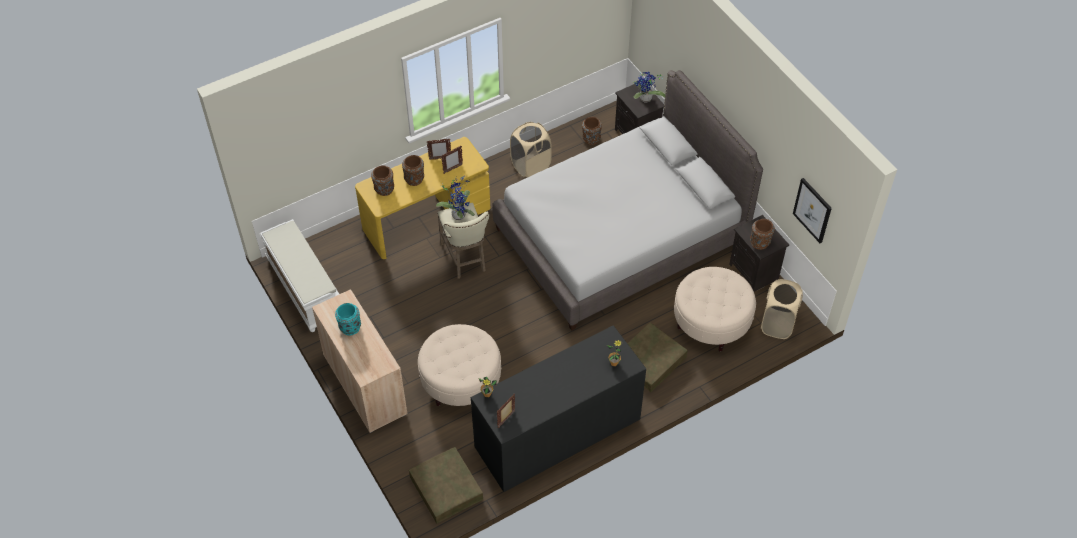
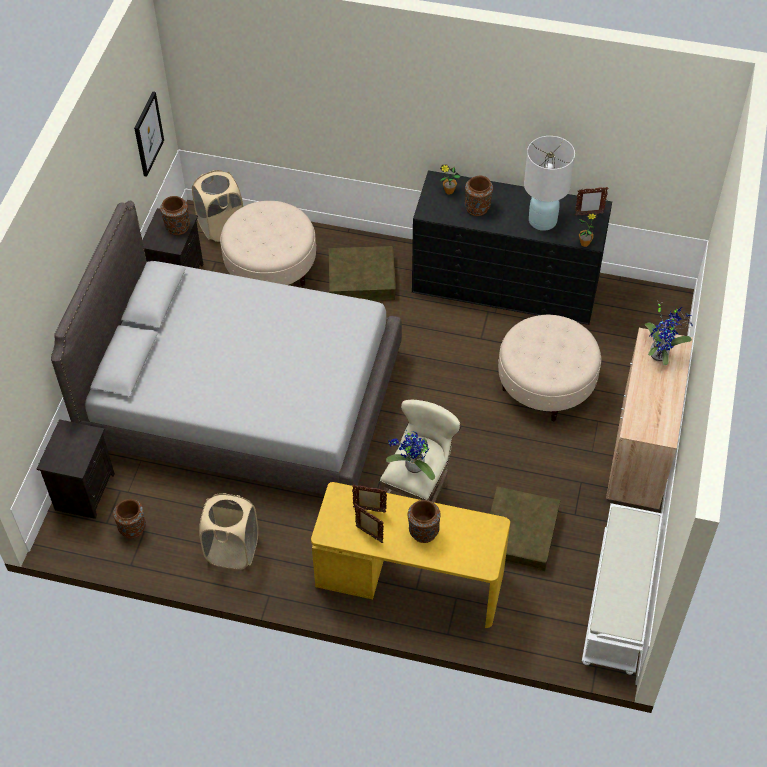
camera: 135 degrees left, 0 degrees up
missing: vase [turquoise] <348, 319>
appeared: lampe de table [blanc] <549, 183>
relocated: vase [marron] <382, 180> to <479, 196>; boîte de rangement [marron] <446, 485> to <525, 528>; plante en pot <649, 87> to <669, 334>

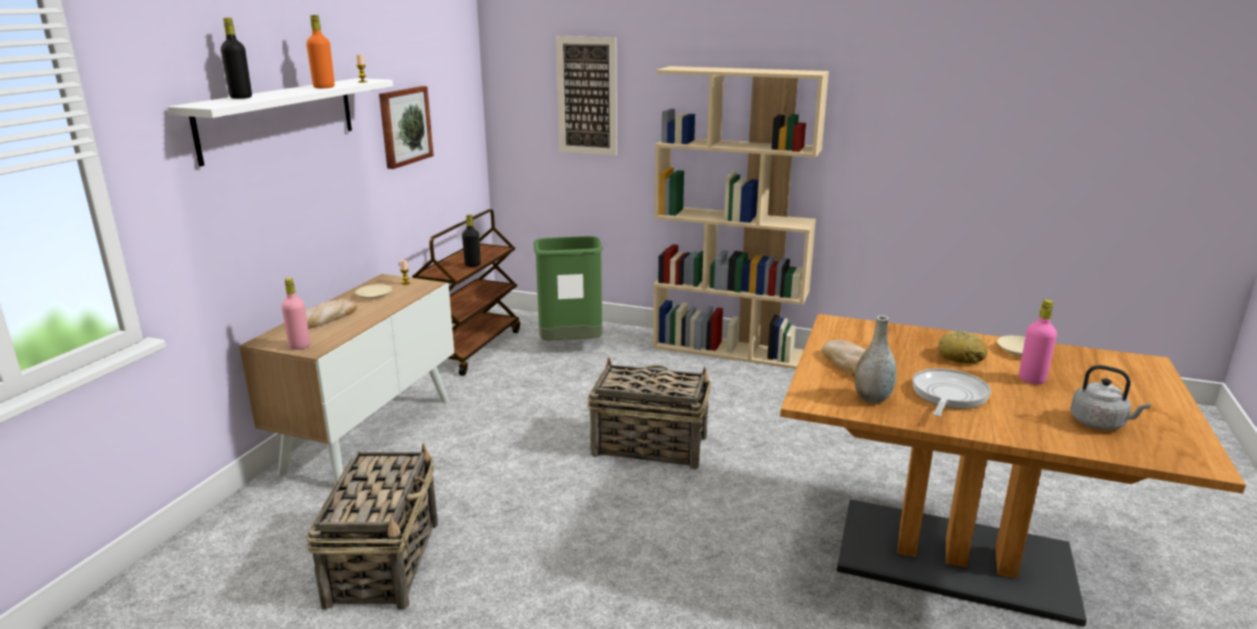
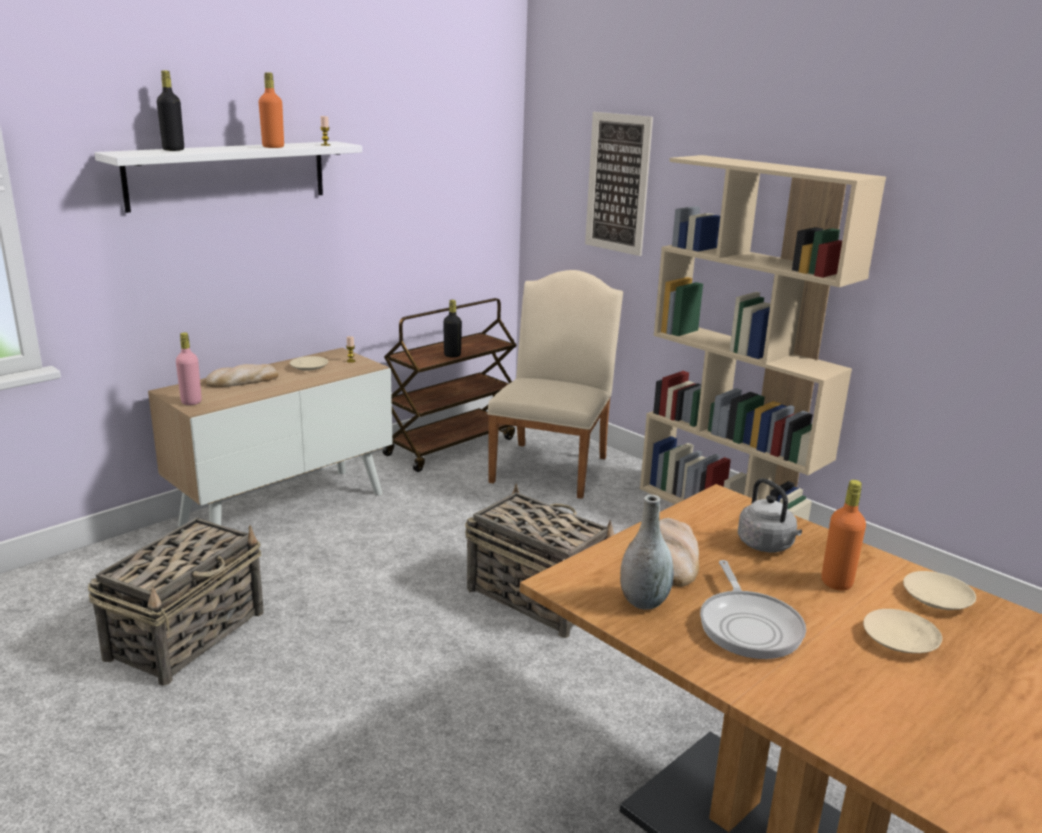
camera: 25 degrees right, 0 degrees up
missing: tableau <406, 127>
relocated: bouilloire [gris] <1111, 397> to <770, 515>
exchanged: poubelle [vert] <568, 288> to chaise [beige] <555, 384>; pain <963, 346> to bouteille [orange] <844, 535>; bouteille [rose] <1038, 342> to assiette [beige] <902, 631>
spun: poêle <951, 392> = <753, 609> 120 degrees clockwise

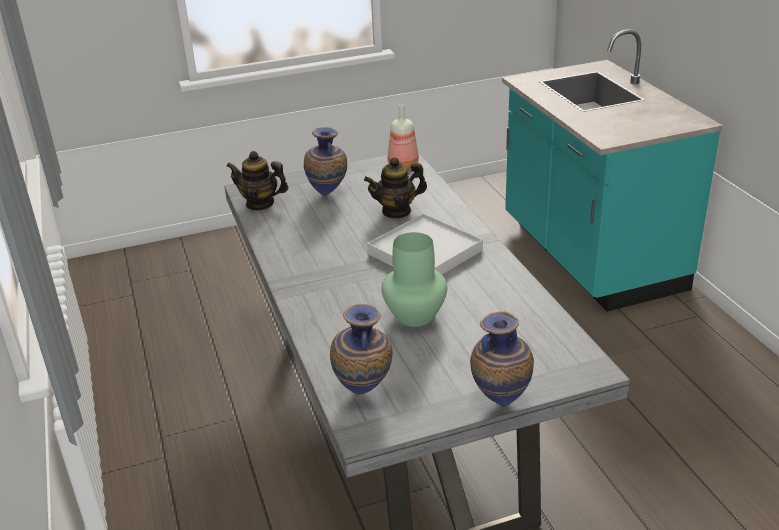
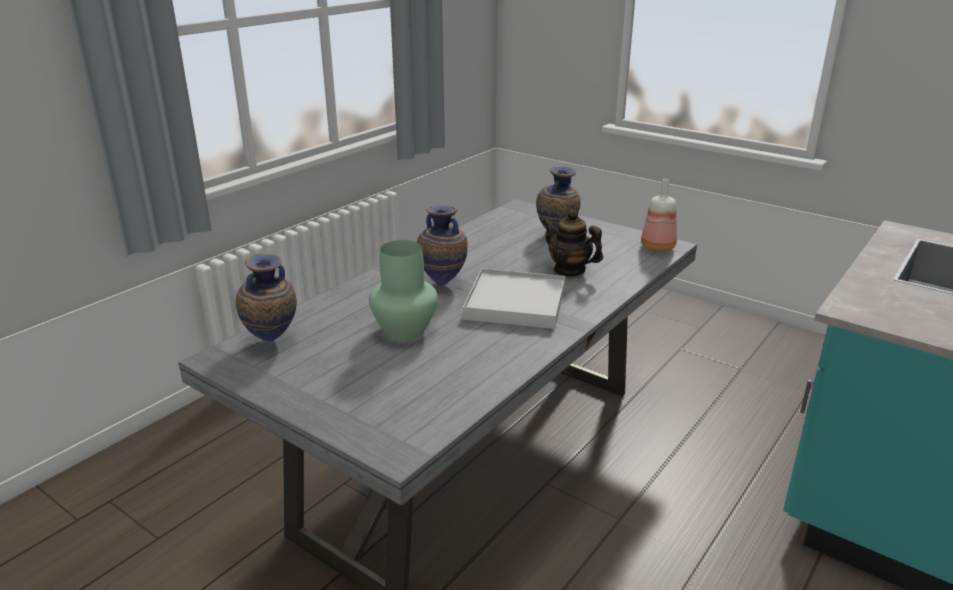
camera: 55 degrees right, 5 degrees down
missing: théière <257, 180>
relocated: vase <502, 359> to <442, 245>

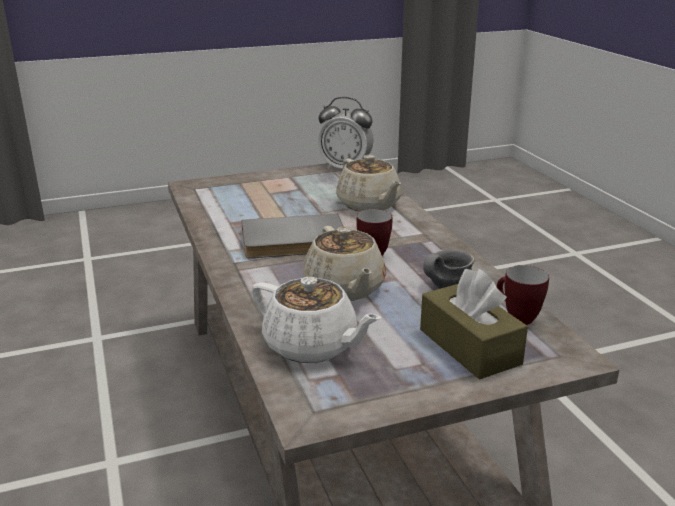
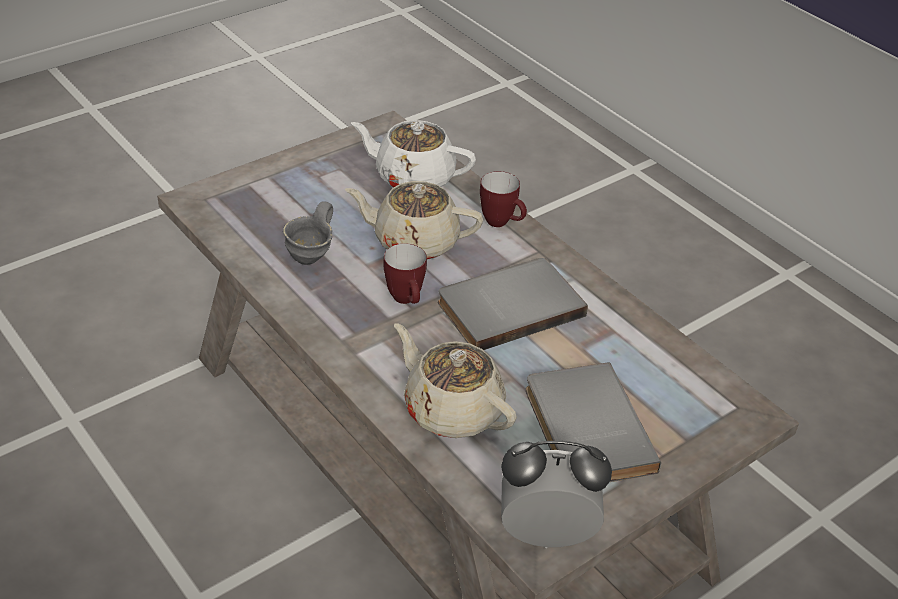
camera: 160 degrees right, 15 degrees up
missing: boîte à mouchoirs [marron] <474, 324>
appeared: livre [gris] <593, 422>
relocated: mug <523, 295> to <503, 199>
spun: théière [beige] <344, 263> = <414, 220> 45 degrees counterclockwise

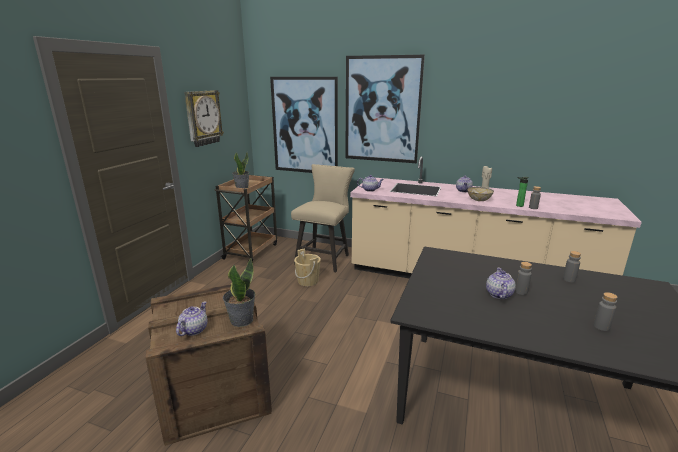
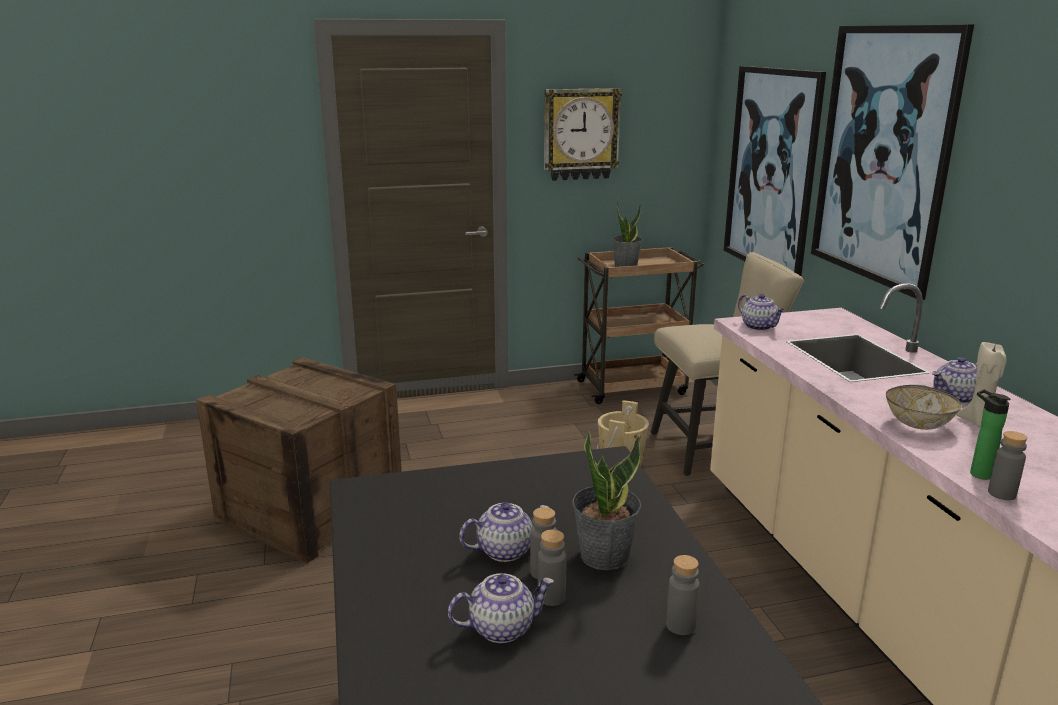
camera: 55 degrees right, 0 degrees up
relocated: théière <192, 318> to <501, 608>; plante en pot <239, 292> to <606, 500>; bouteille [gris] <606, 311> to <552, 567>

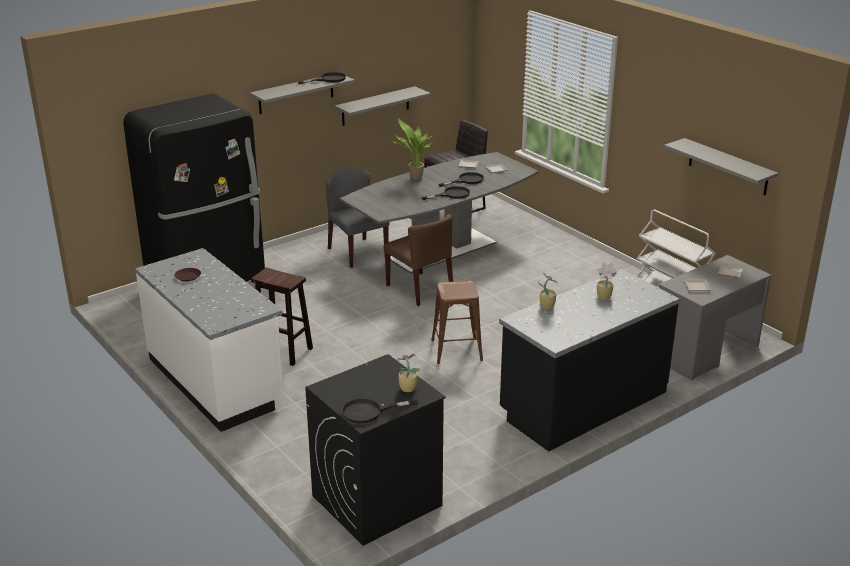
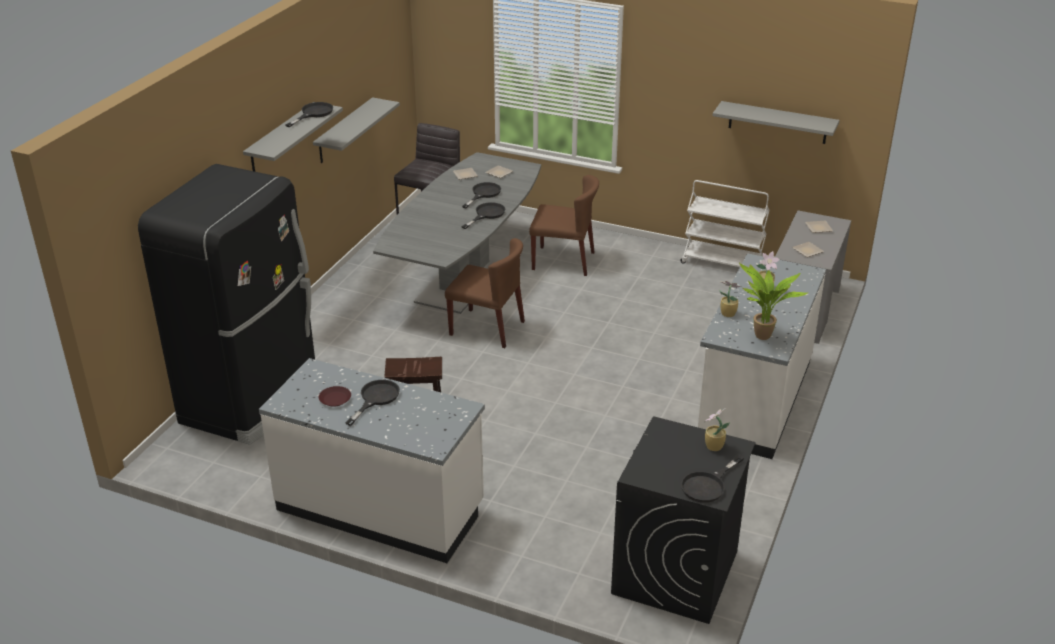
camera: 30 degrees left, 5 degrees up
missing: chaise [gris] <358, 218>; tabouret [marron] <457, 322>
appeared: poêle [noir] <372, 403>; chaise [marron] <564, 225>
relocated: plante en pot <412, 149> to <774, 301>
colour: comptoir de cuisine [noir] <589, 360> to comptoir de cuisine [blanc] <762, 356>

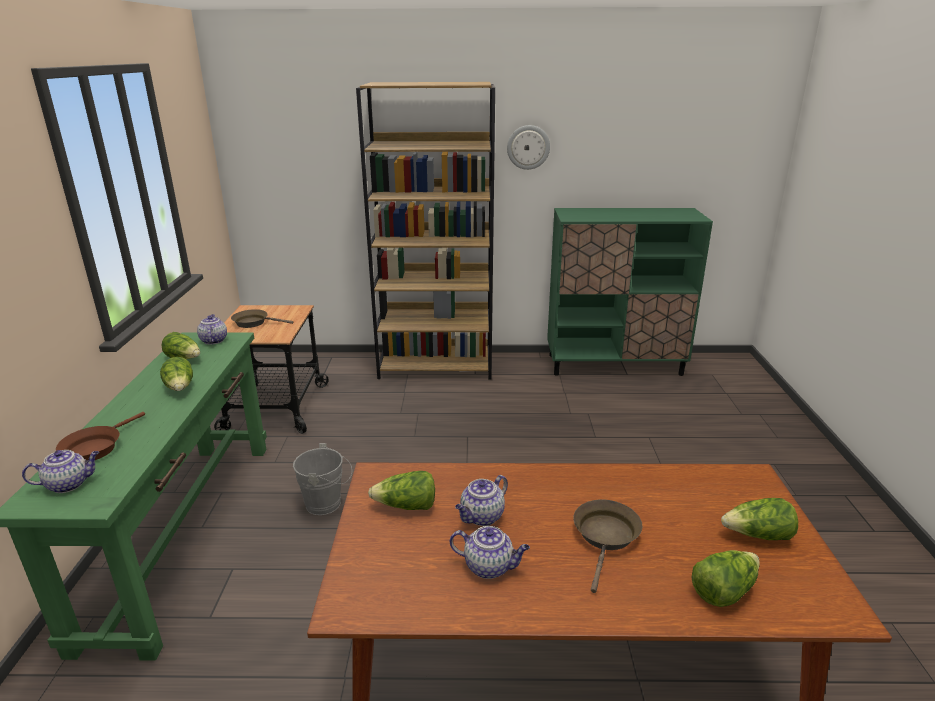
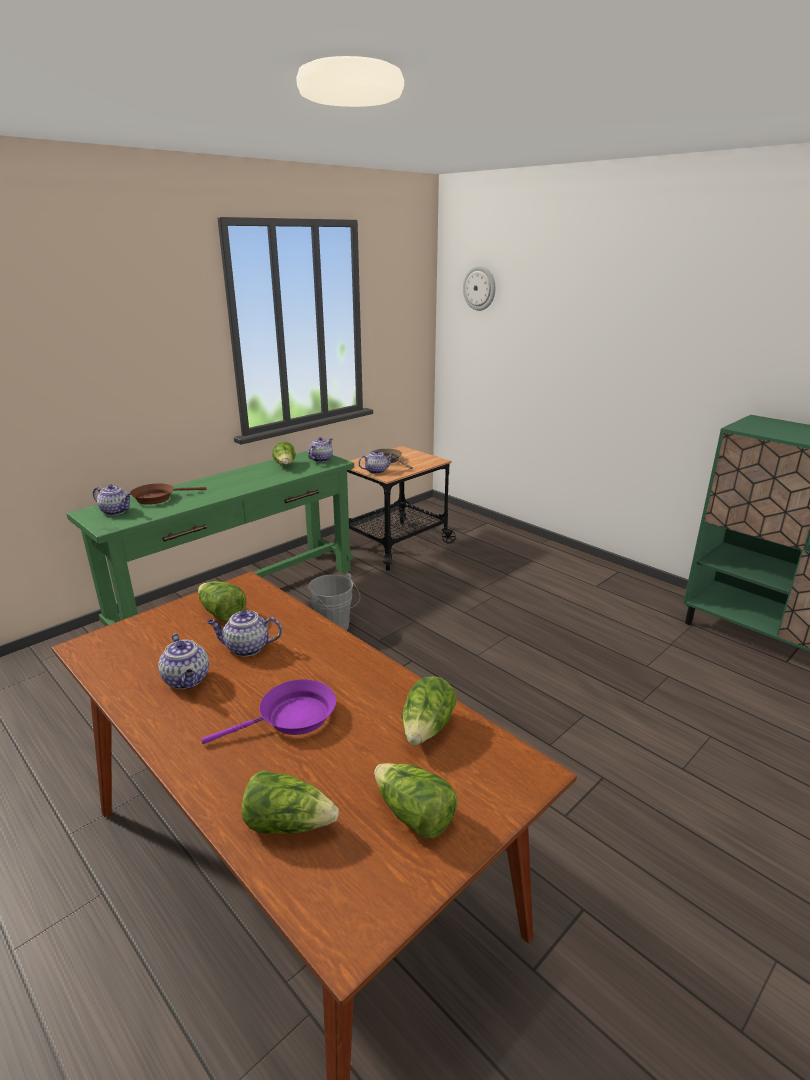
camera: 45 degrees right, 0 degrees up
missing: bibliothèque [marron] <425, 230>
appeared: théière <376, 462>
relocated: laitue <176, 374> to <429, 710>; horloge murale <528, 147> to <479, 288>
colour: poêle [marron] <607, 546> to poêle [violet] <268, 711>

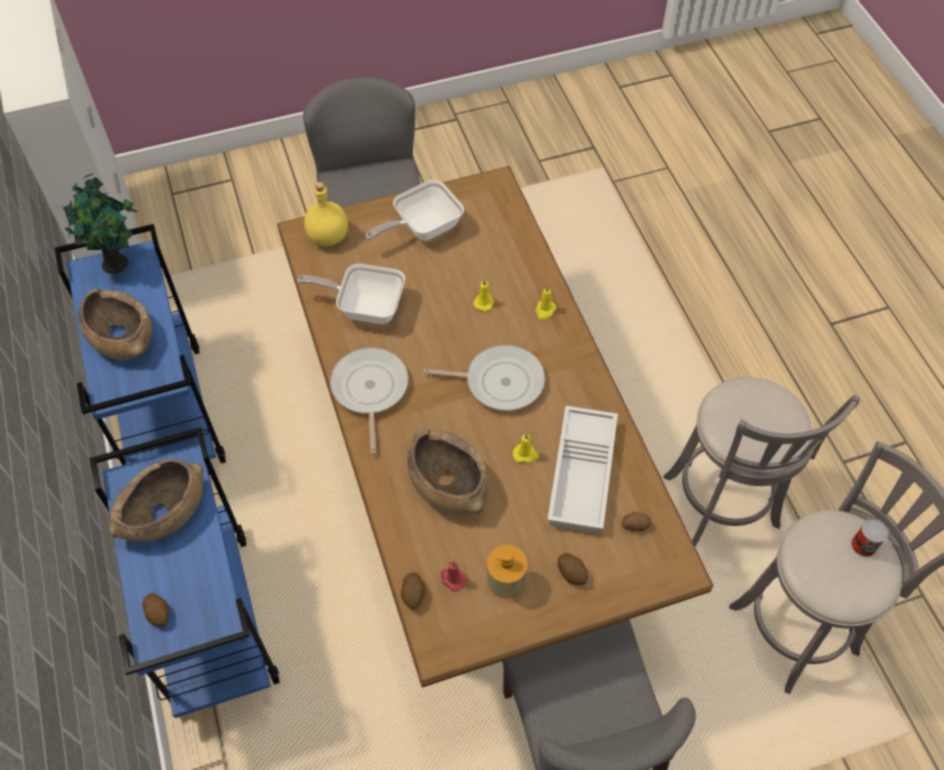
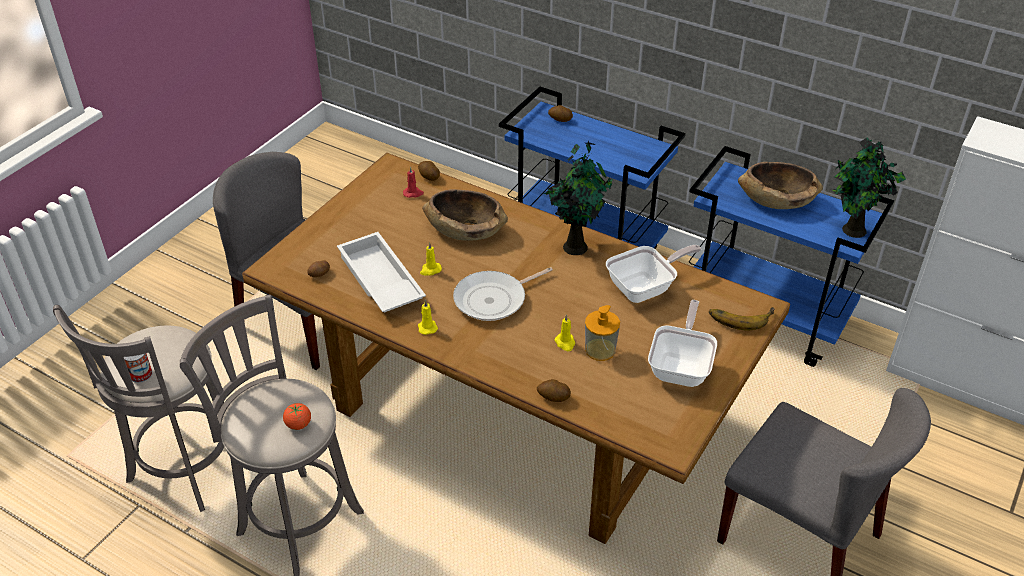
camera: 140 degrees right, 15 degrees down
missing: bol [marron] <156, 500>
appeared: tomate <297, 416>
relocated: distributeur de savon <507, 571> to <602, 333>; bougie [jaune] <545, 303> to <428, 317>; pomme de terre <572, 569> to <554, 390>
exchanged: bouteille [jaune] <326, 214> to banane <741, 319>; poêle <369, 401> to plante en pot <578, 197>

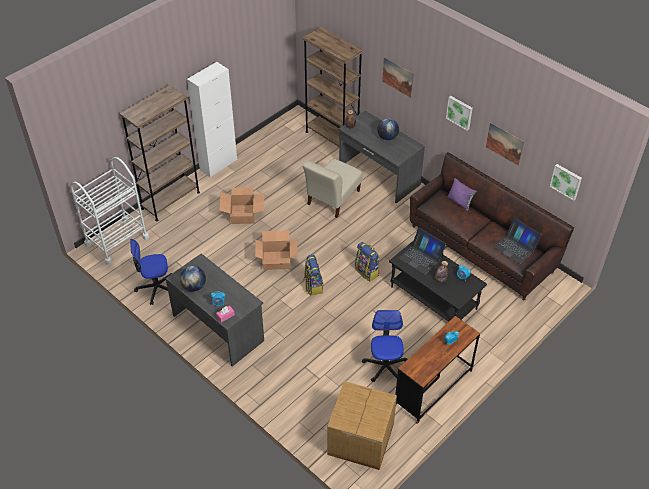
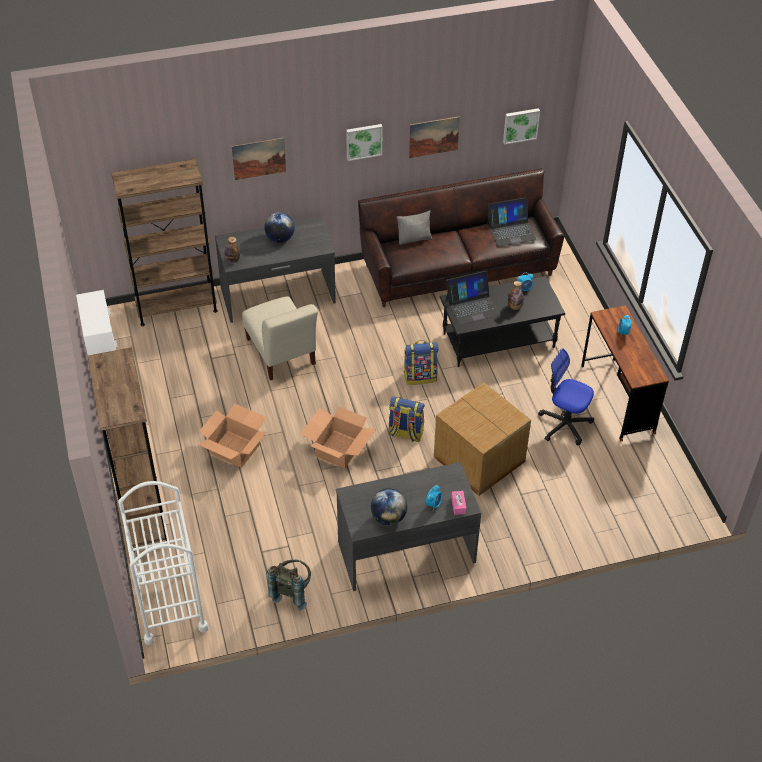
camera: 60 degrees left, 0 degrees up
relocated: carton <362, 425> to <482, 439>
exchanged: chaise de bureau <151, 272> to sac à dos [gris] <289, 585>
colour: coussin [violet] <462, 194> to coussin [gris] <414, 227>

